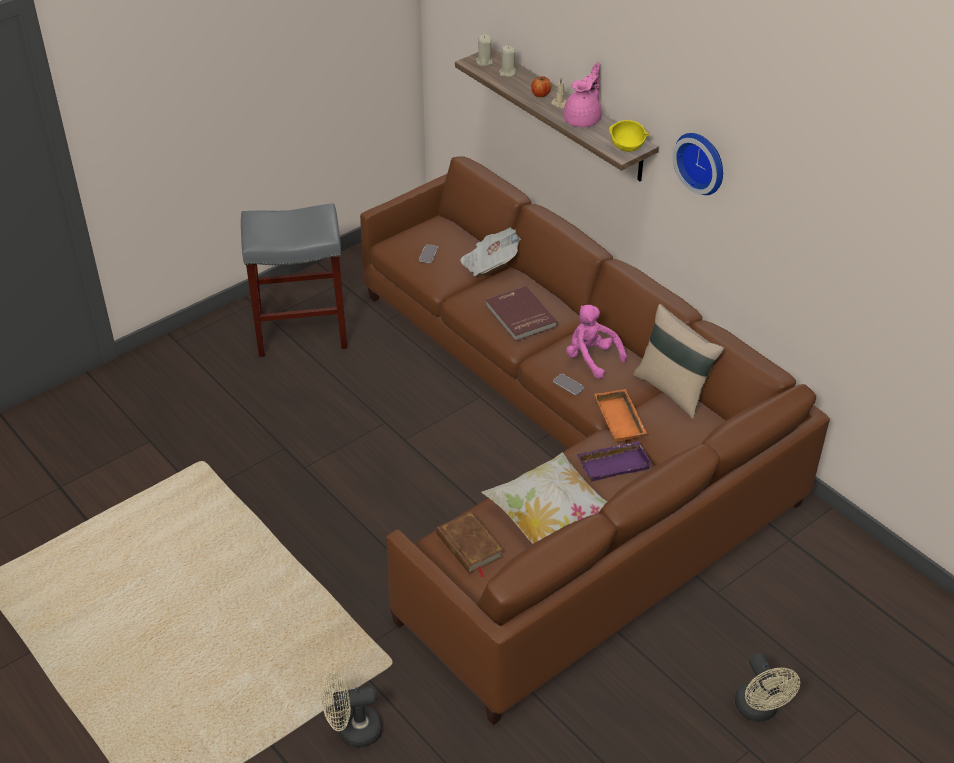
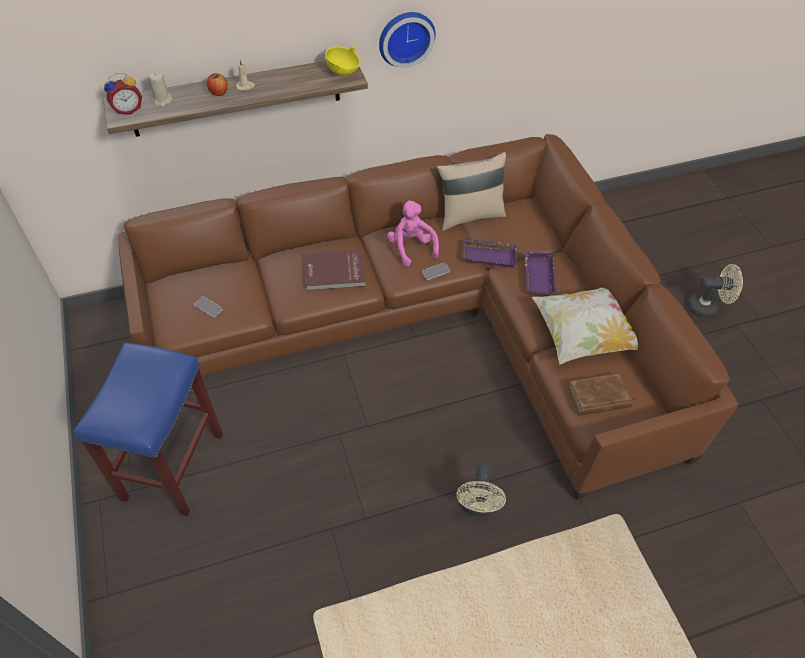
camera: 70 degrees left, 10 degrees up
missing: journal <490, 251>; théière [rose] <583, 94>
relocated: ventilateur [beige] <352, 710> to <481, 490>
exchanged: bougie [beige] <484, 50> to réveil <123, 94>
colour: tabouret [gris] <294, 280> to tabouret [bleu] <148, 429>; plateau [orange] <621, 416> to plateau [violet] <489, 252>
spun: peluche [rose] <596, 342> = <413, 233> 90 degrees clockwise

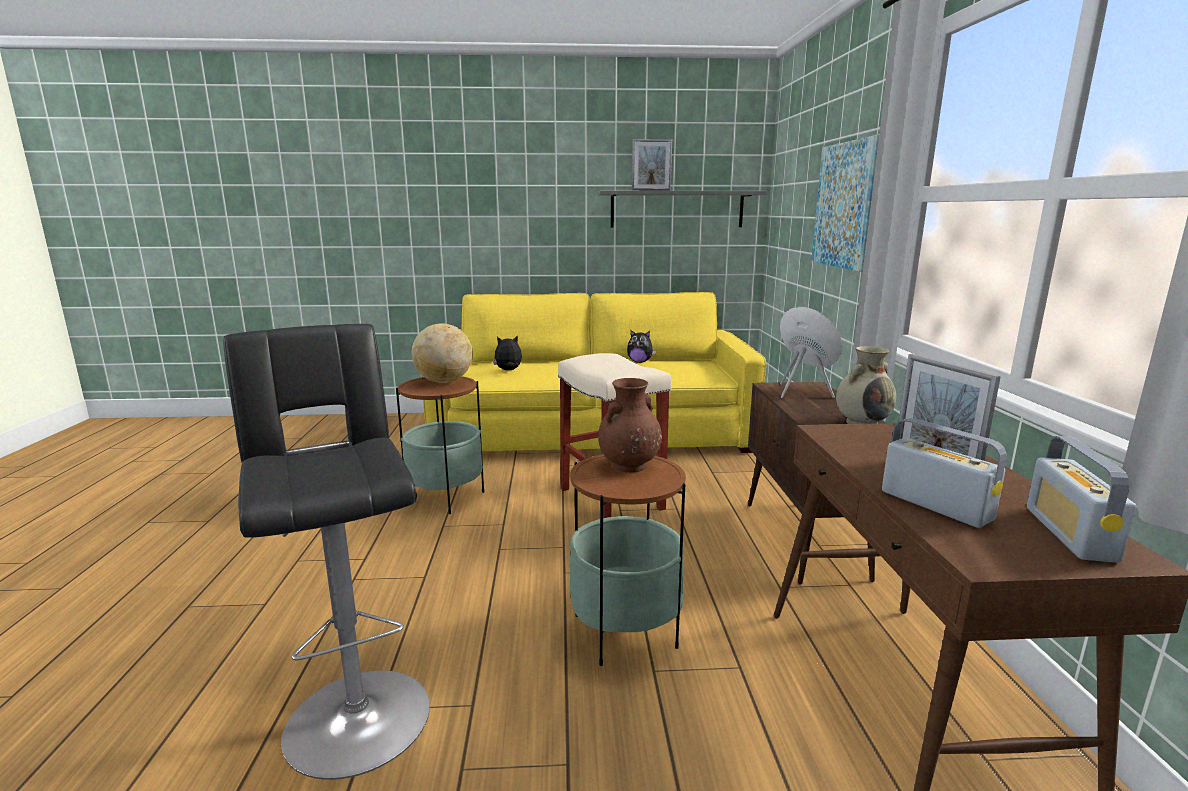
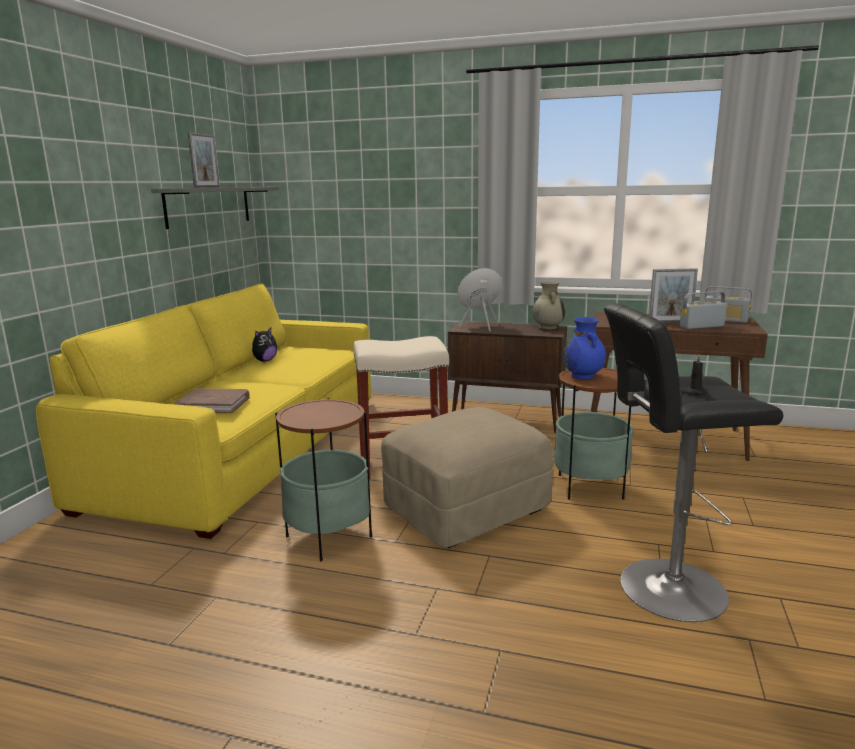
camera: 70 degrees left, 0 degrees up
missing: globe <442, 353>; tableau <845, 203>
appeared: pouf [beige] <467, 477>; bougie [noir] <694, 374>
exchanged: peluche <507, 352> to livre [marron] <212, 400>
colour: vase [marron] <630, 425> to vase [bleu] <584, 348>

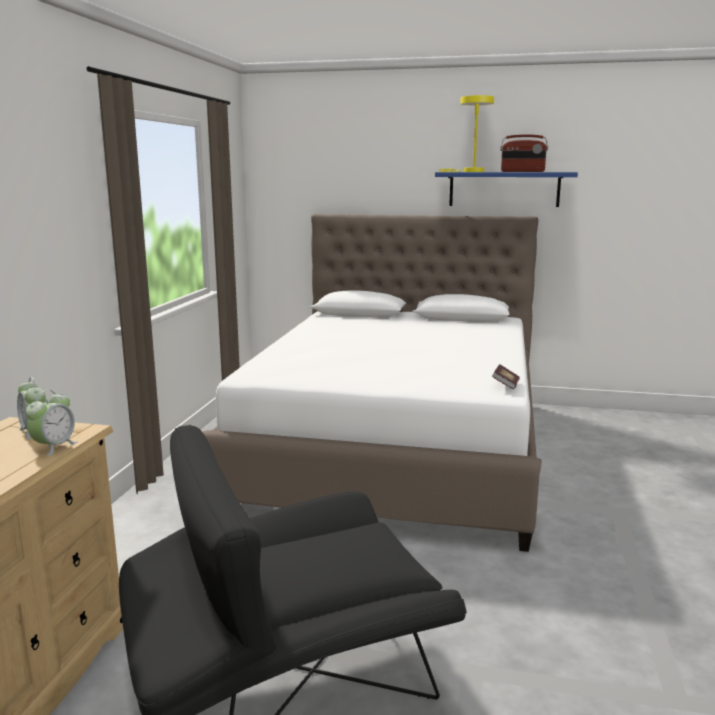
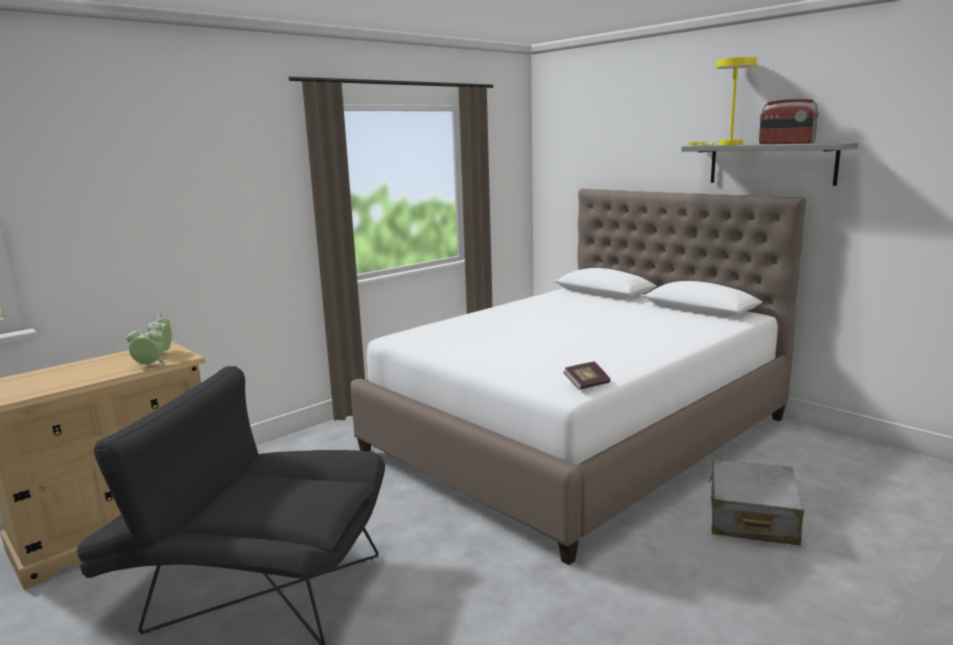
camera: 35 degrees right, 0 degrees up
appeared: valise [gris] <756, 502>
colour: étagère [bleu] <506, 189> to étagère [gris] <769, 164>
spun: réveil <52, 423> = <146, 344> 150 degrees counterclockwise

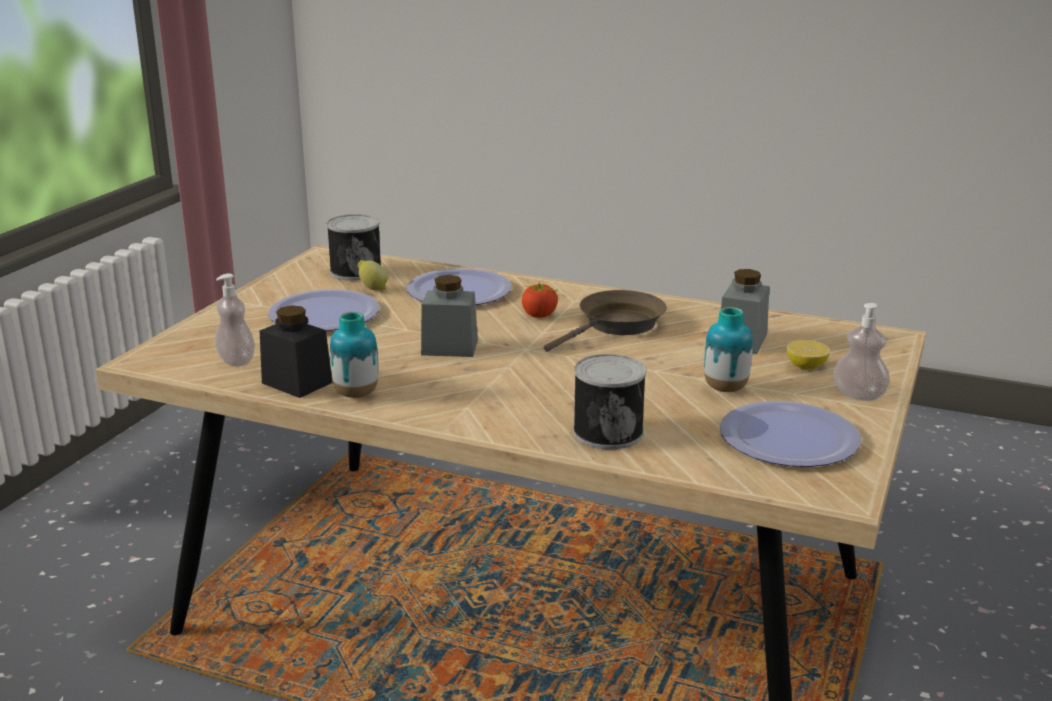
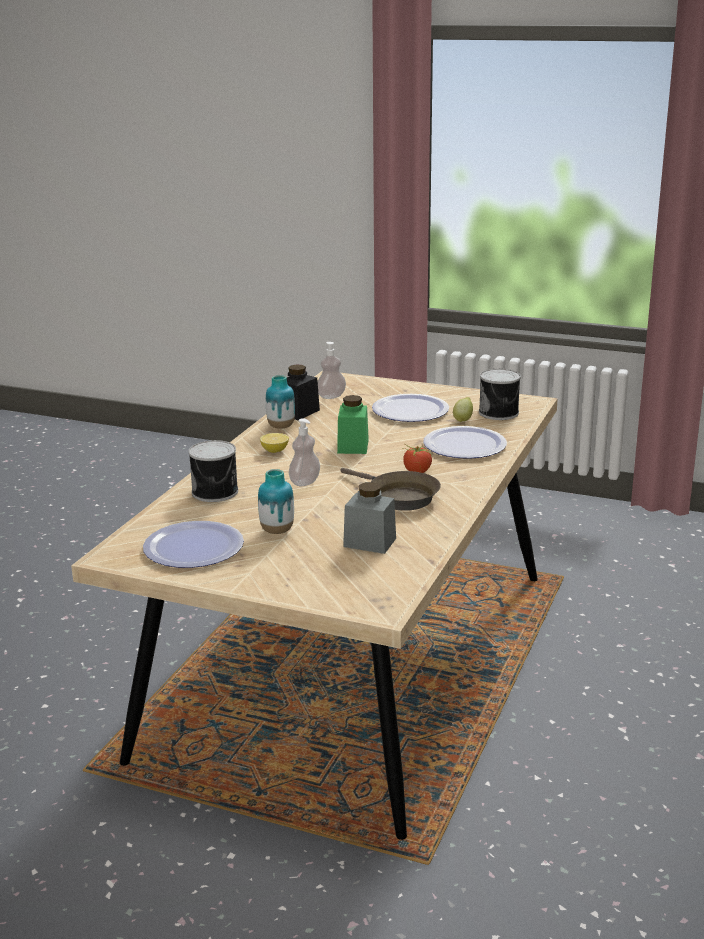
camera: 90 degrees right, 0 degrees up
relocated: citron <808, 355> to <274, 443>; distributeur de savon <861, 352> to <304, 452>
colour: bocal [gris] <449, 316> to bocal [vert] <353, 424>

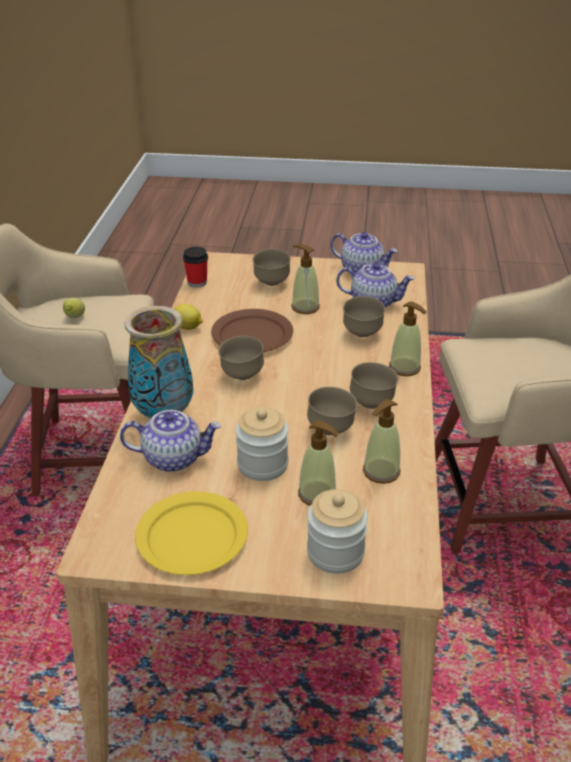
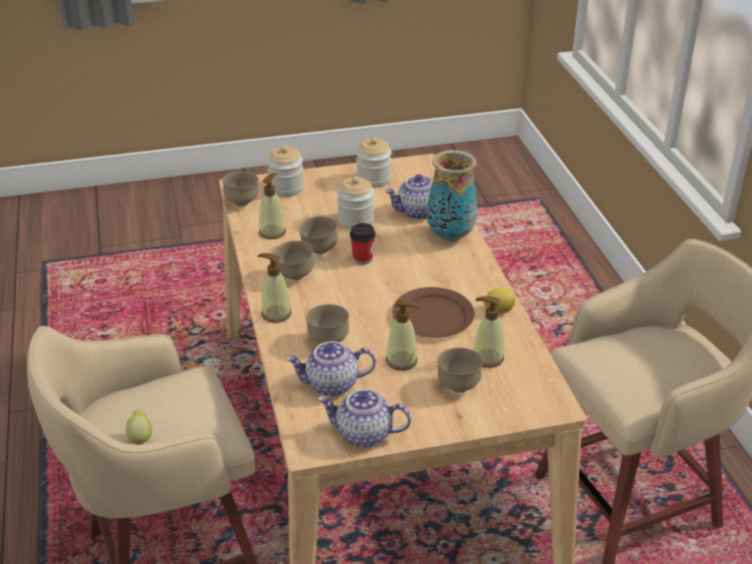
camera: 160 degrees right, 0 degrees up
relocated: citron <74, 308> to <139, 427>; tasse <195, 267> to <363, 244>; bol [marron] <241, 358> to <240, 188>; distributeur de savon <318, 463> to <489, 332>
exchanged: assiette [jaune] <191, 533> to bocal <373, 162>

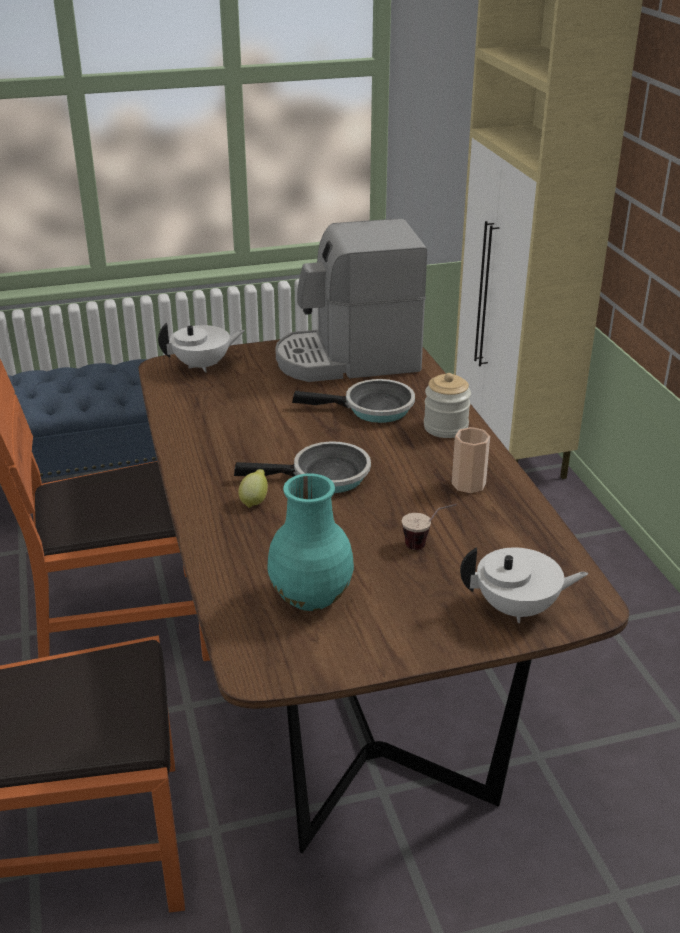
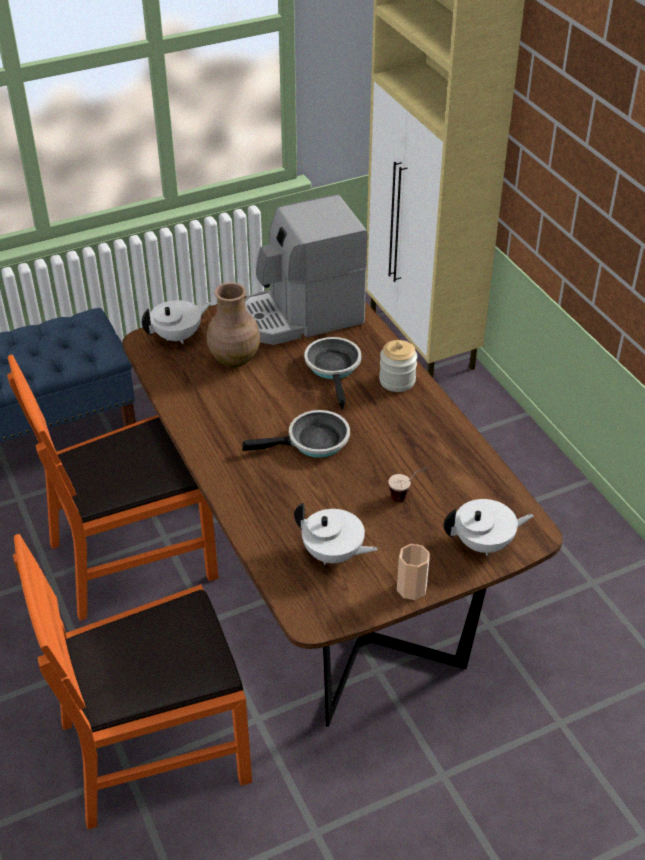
camera: 10 degrees left, 10 degrees up
missing: citron <253, 488>
appeared: vase [marron] <233, 324>
relocated: tasse <471, 460> to <413, 572>
exchanged: vase [turquoise] <310, 542> to théière [blanc] <335, 534>
spun: poêle <353, 401> = <332, 373> 90 degrees counterclockwise

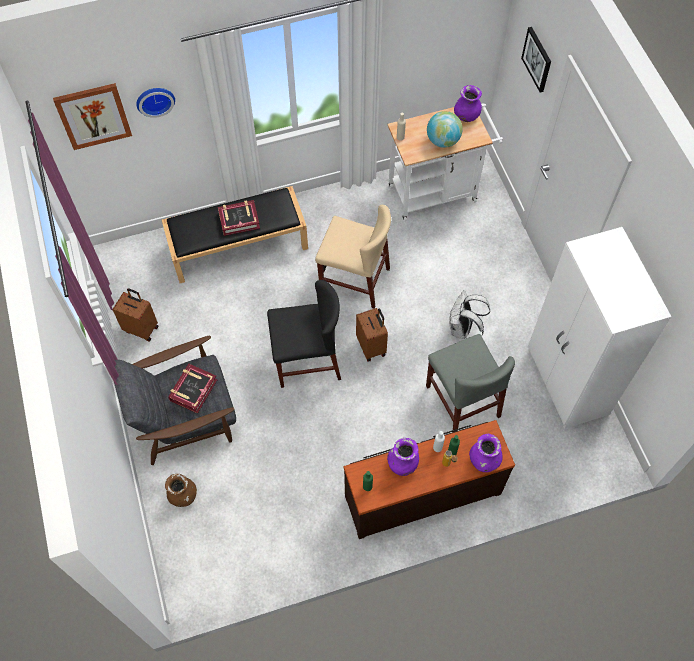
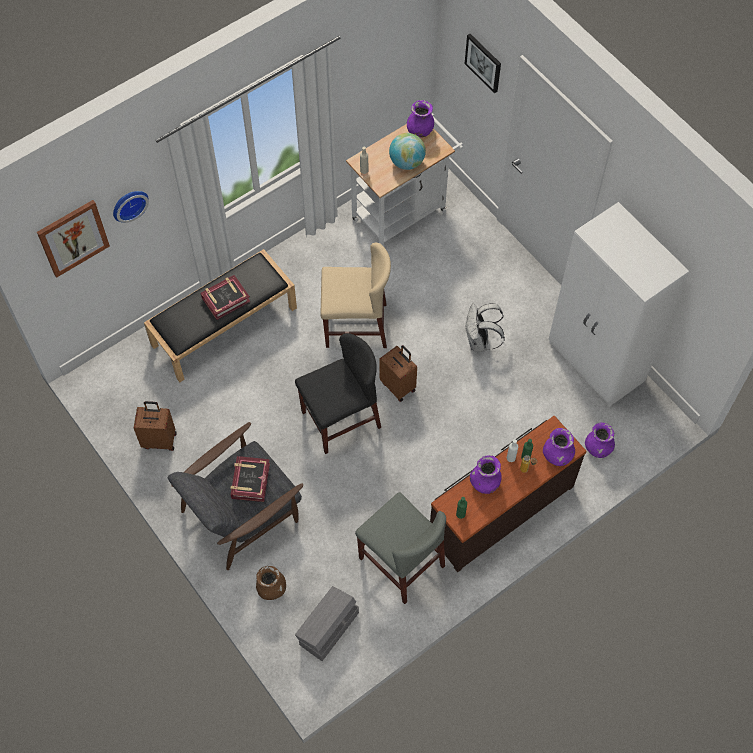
camera: 20 degrees left, 0 degrees up
appeared: boîte de rangement [gris] <327, 623>; vase [violet] <600, 440>
relocated: chaise [gris] <470, 383> to <400, 548>

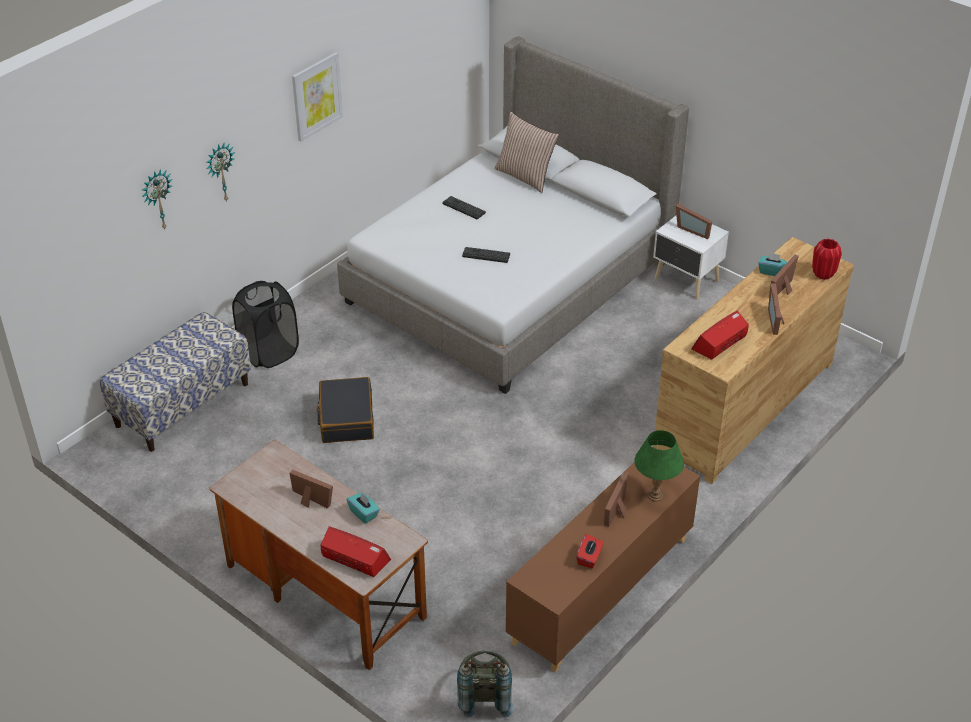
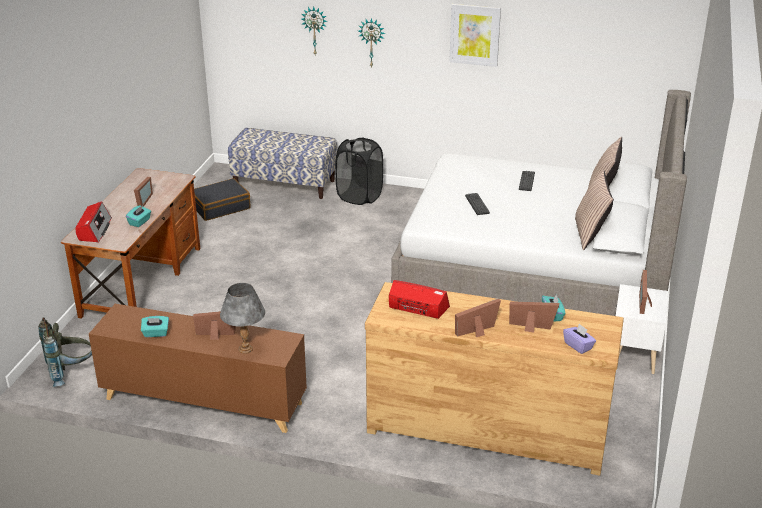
camera: 65 degrees right, 10 degrees down
appeared: coussin <594, 210>
relocated: valise [noir] <345, 410> to <222, 199>
exchanged: vase [rouge] <827, 259> to boîte à mouchoirs [violet] <579, 339>
colour: boîte à mouchoirs [rouge] <589, 551> to boîte à mouchoirs [turquoise] <155, 326>; lampe de table [vert] <659, 466> to lampe de table [gris] <242, 318>

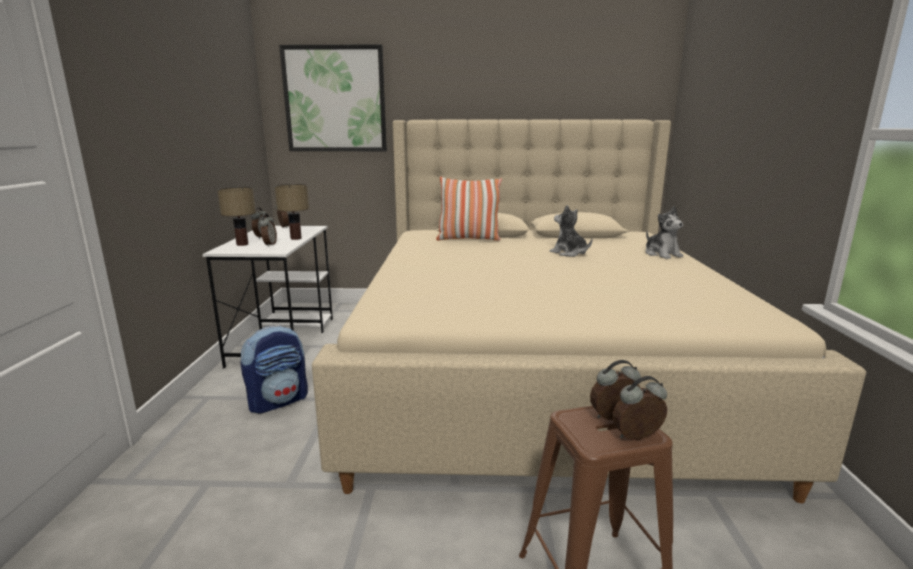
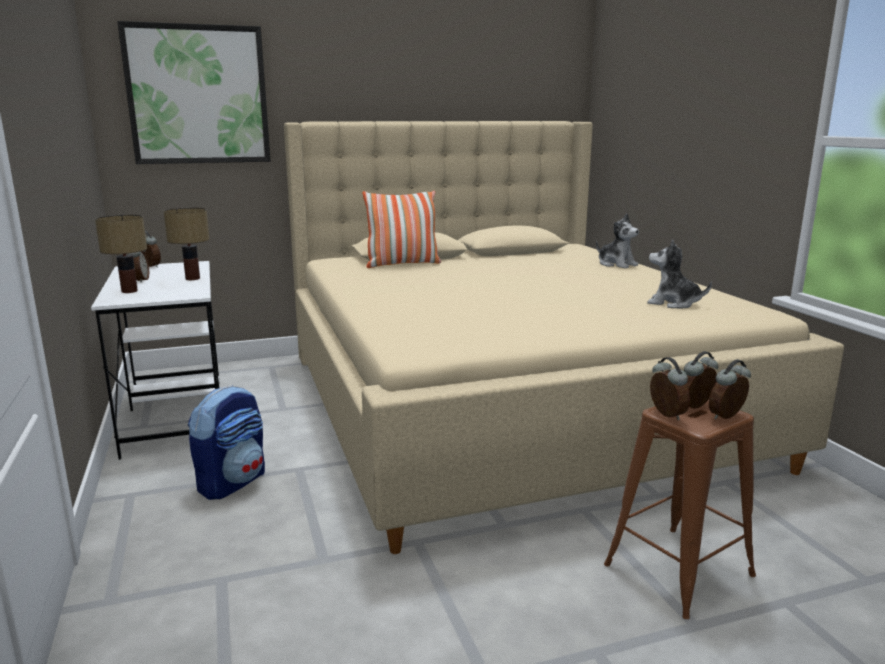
camera: 20 degrees left, 0 degrees up
relocated: réveil <268, 230> to <670, 388>; peluche <571, 231> to <679, 274>

